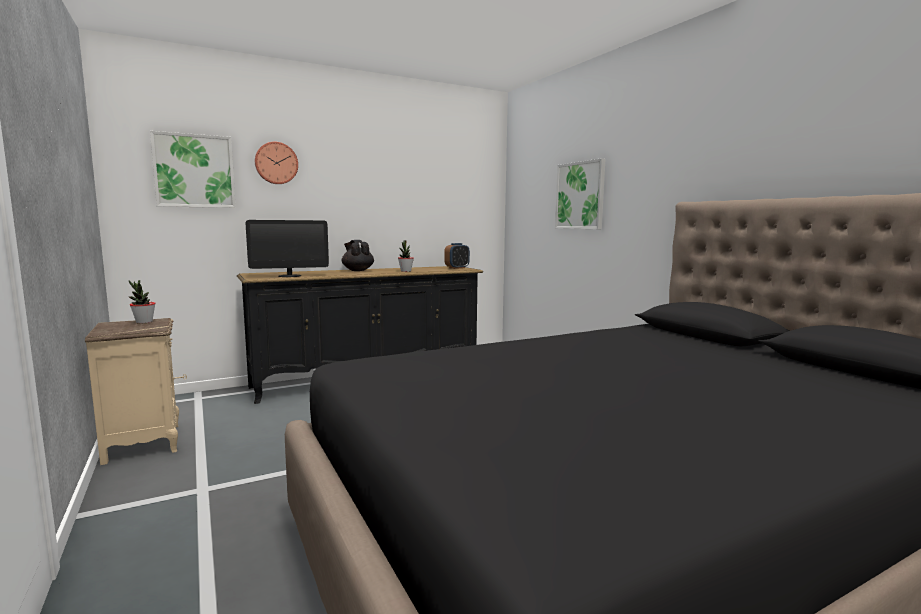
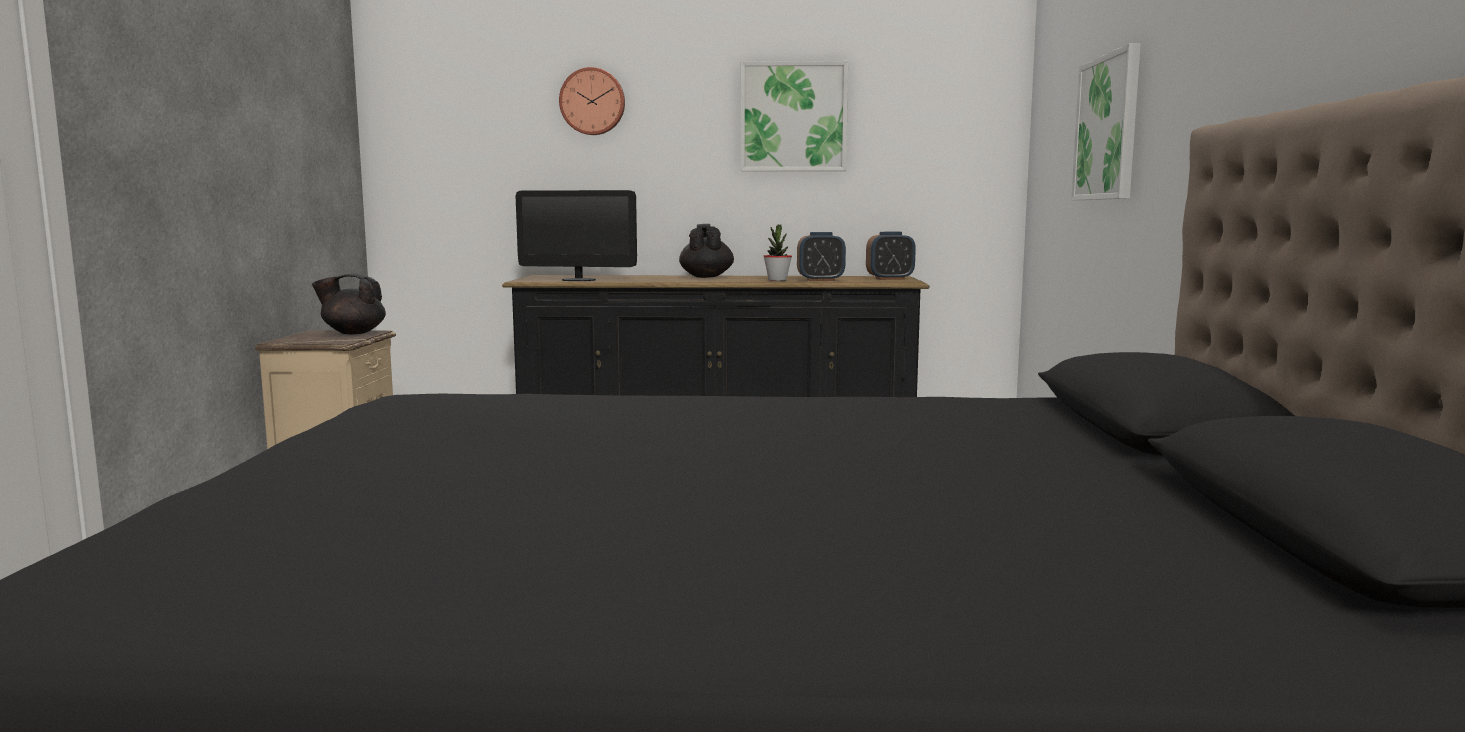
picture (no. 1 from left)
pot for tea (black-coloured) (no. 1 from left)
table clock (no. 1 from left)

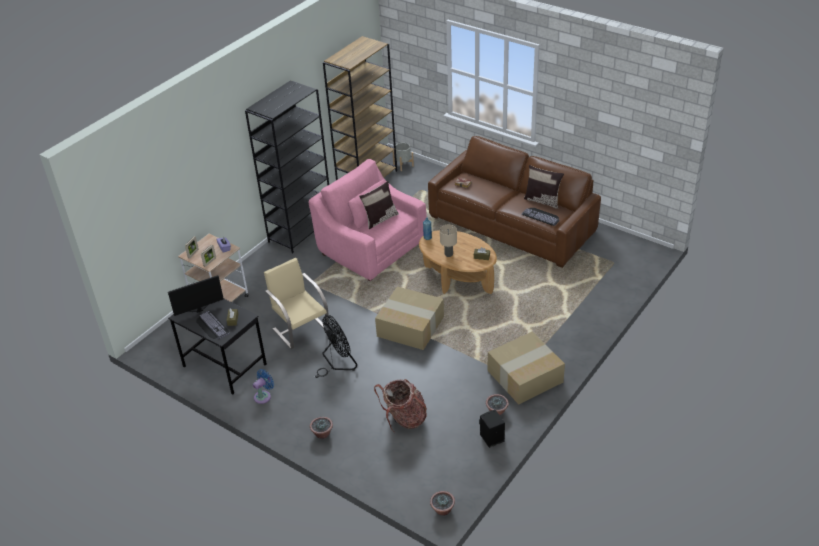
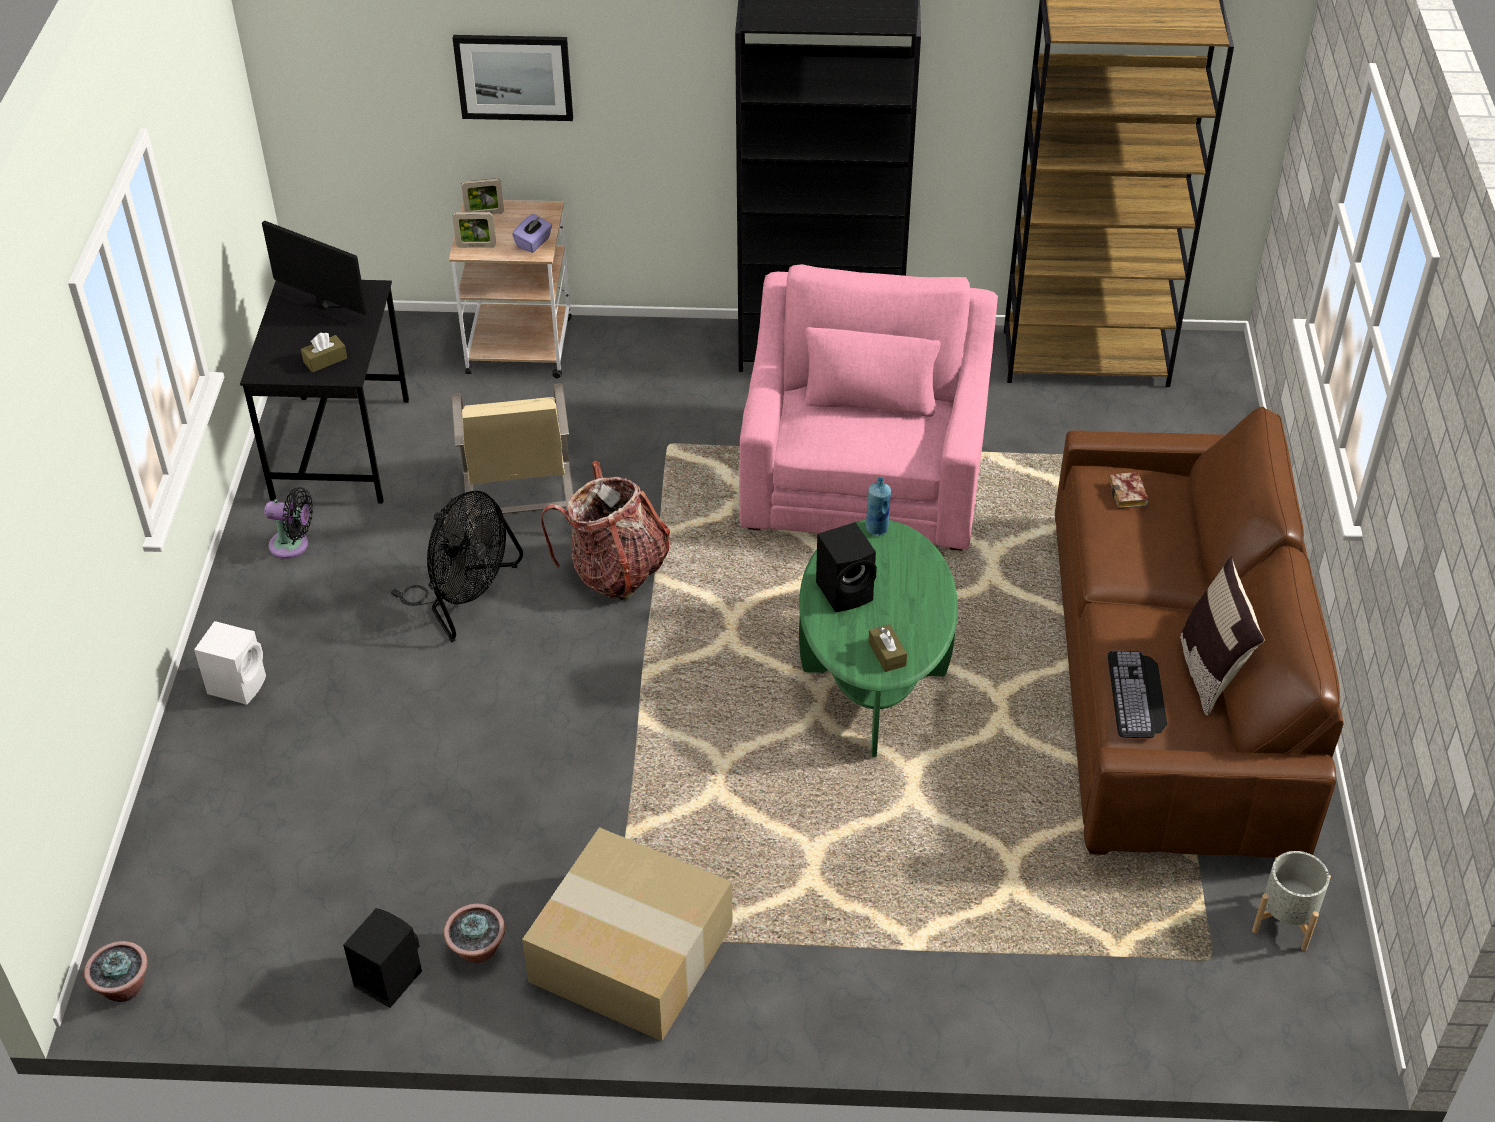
plant pot (gray)
pillow (no. 1 from left in the first image)
audio speaker (black-coloured) (no. 2 from left)
coffee table (greenish)
chair (beige-coloured)
carton (no. 1 from left in the first image)
computer keyboard (no. 1 from left in the first image)
cooling fan (black-coloured) (no. 1 from left)
rucksack
audio speaker (white-coloured)
picture

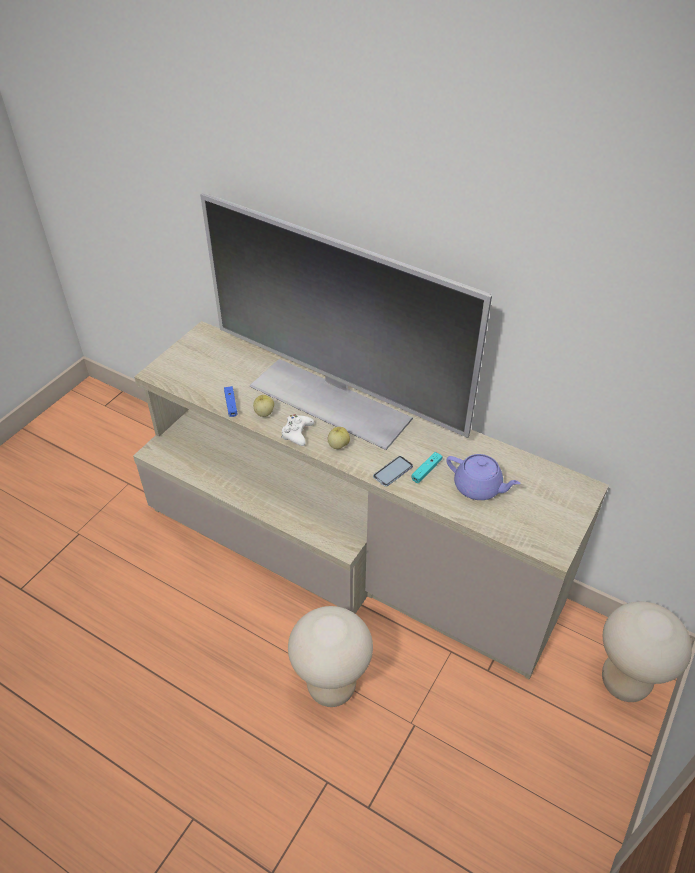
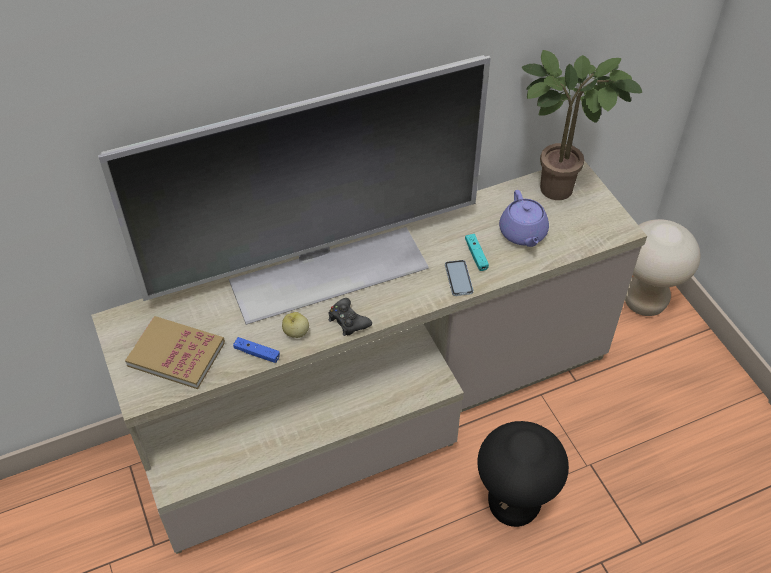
game controller (black-coloured)
apple fruit (no. 2 from left in the first image)
pot for tea (purple)
sitting stool (black-coloured)
houseplant
book

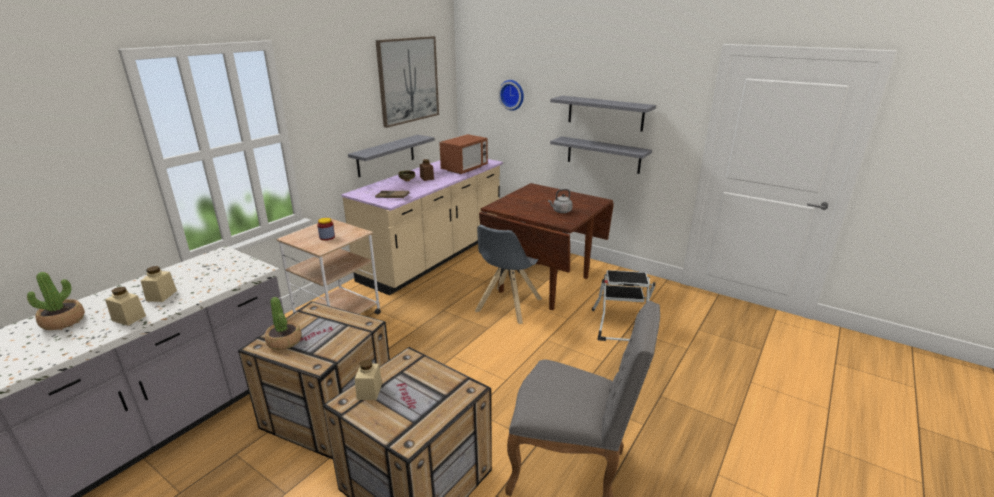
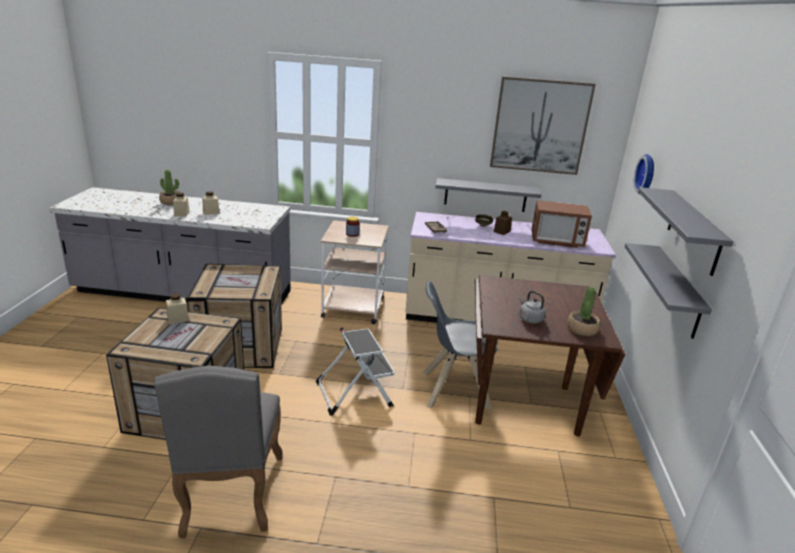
step ladder
houseplant (no. 2 from left)

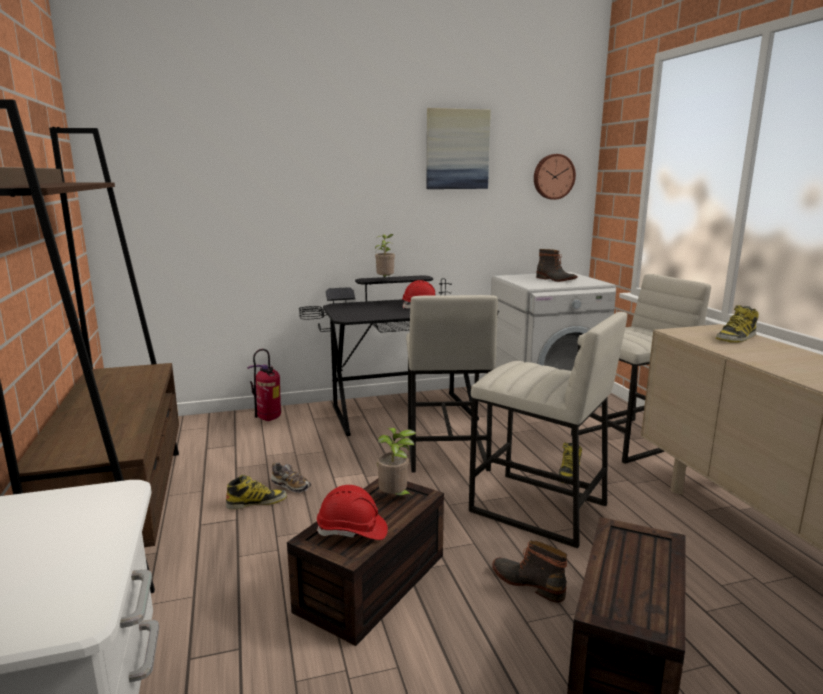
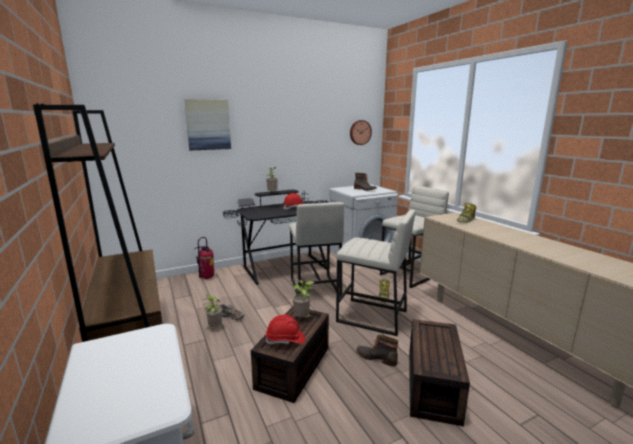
picture
houseplant (no. 1 from left)

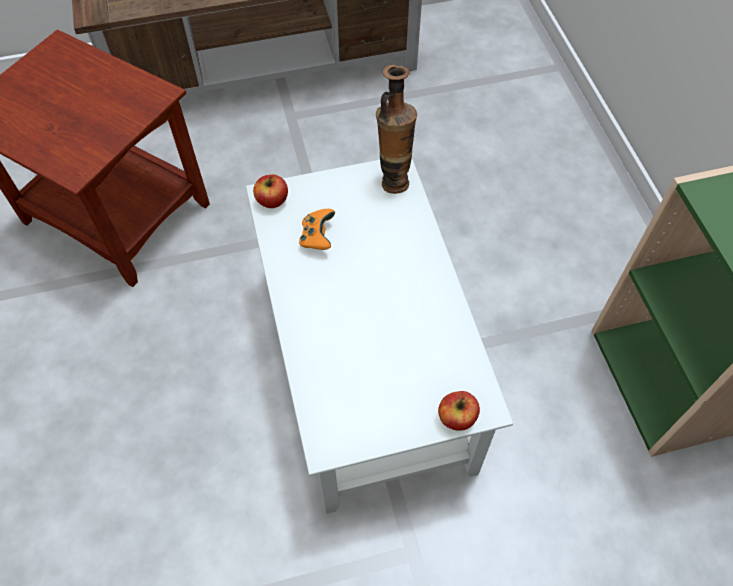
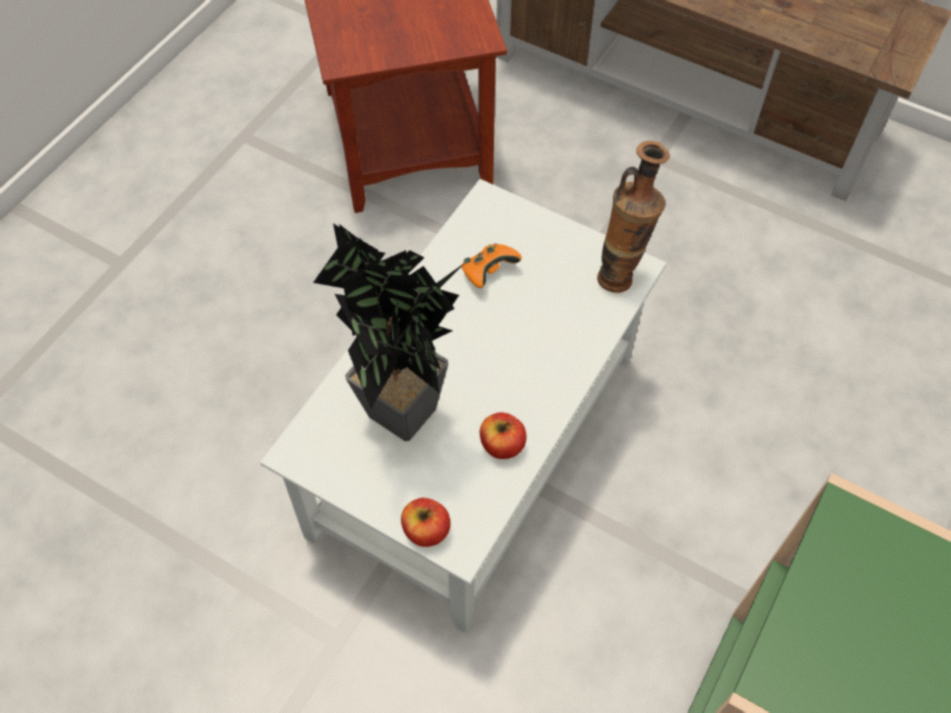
apple fruit (no. 2 from left)
houseplant

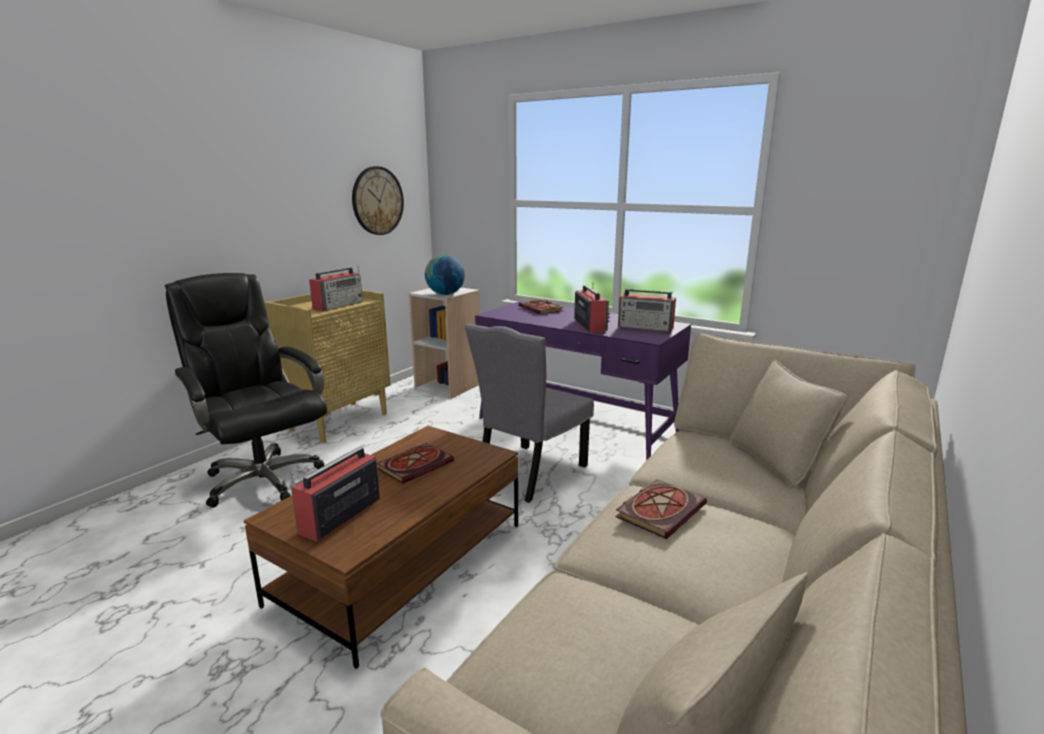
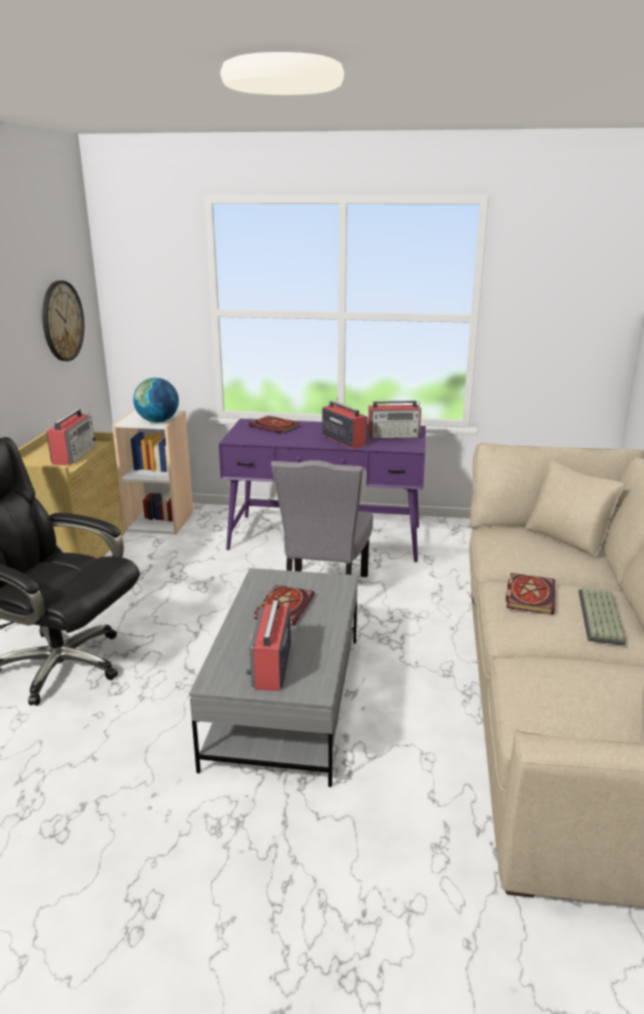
coffee table (gray)
computer keyboard

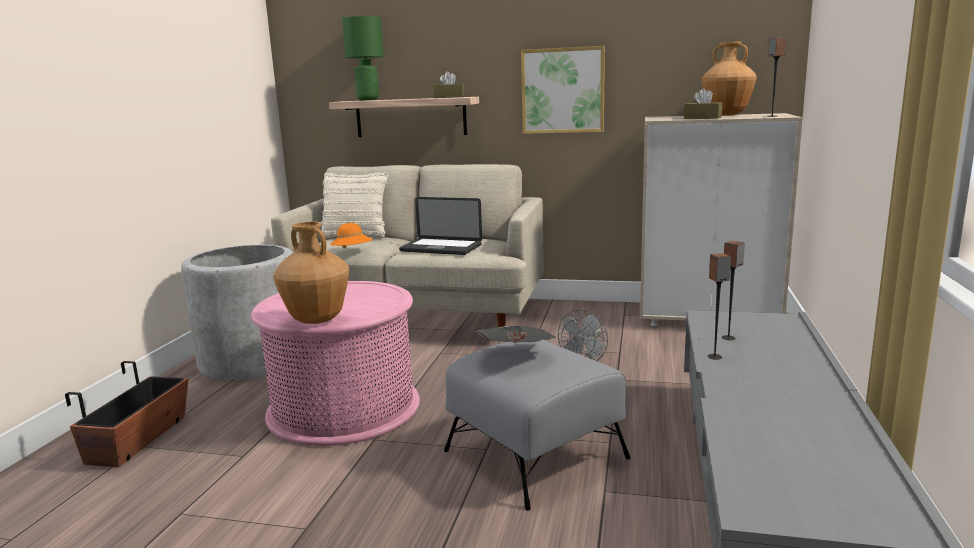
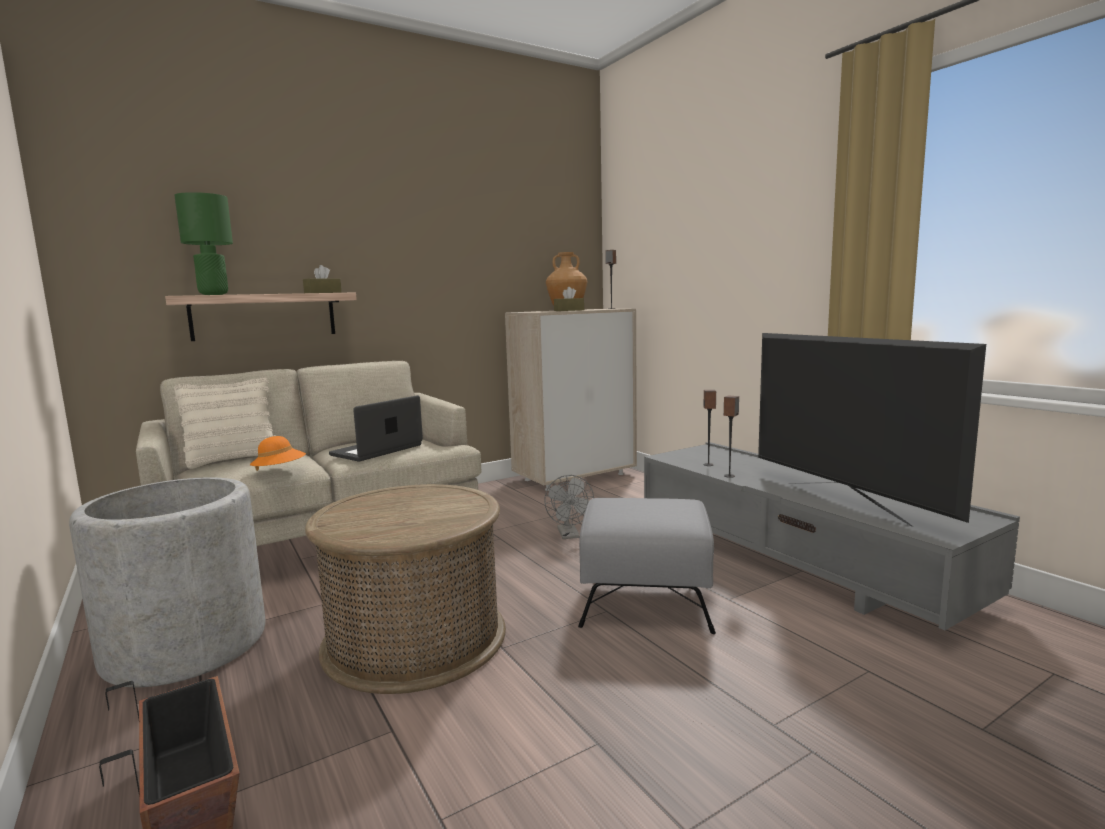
picture
laptop
decorative vase (brown) (no. 1 from left in the first image)
coffee table (brown)
printed paper
TV

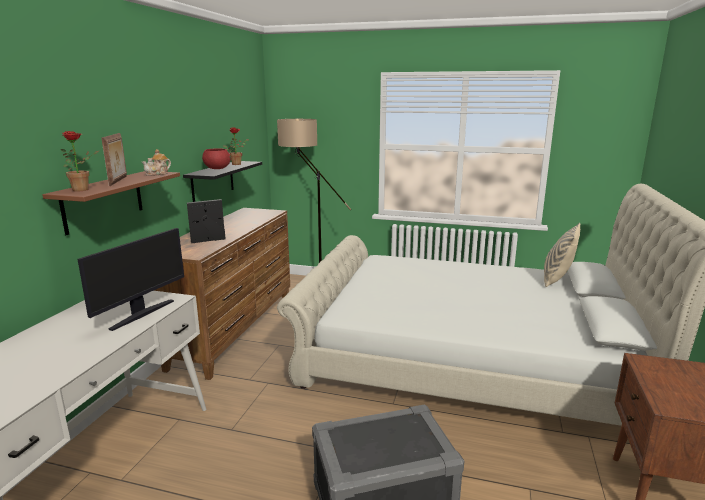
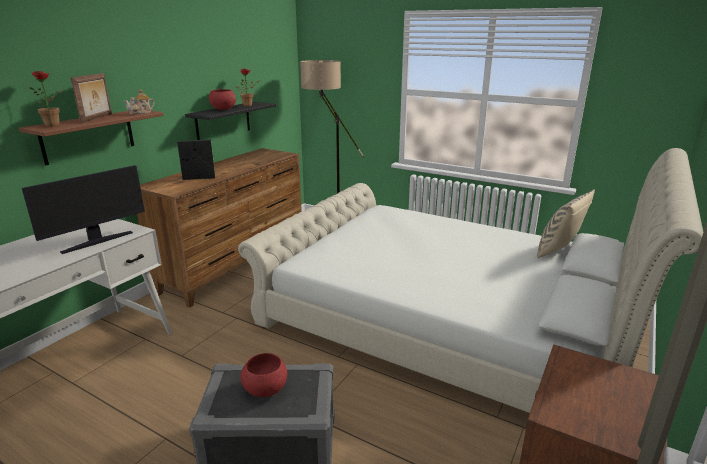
serving bowl (red) (no. 2 from left)

